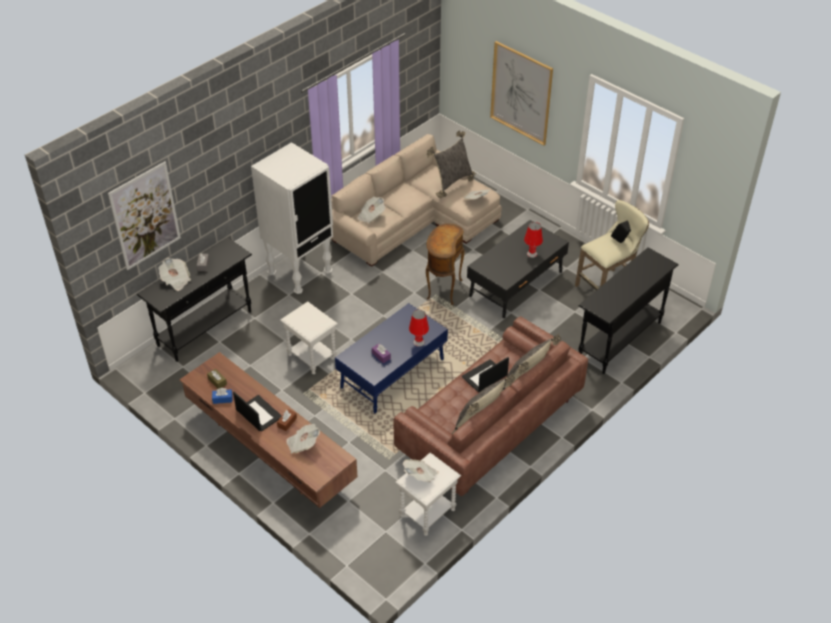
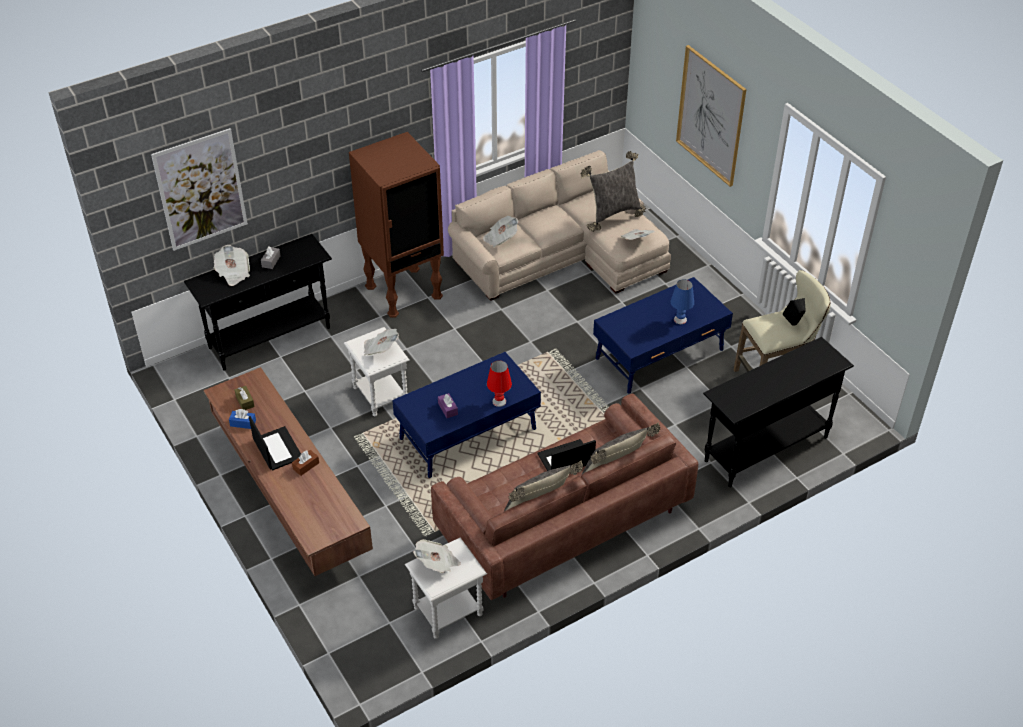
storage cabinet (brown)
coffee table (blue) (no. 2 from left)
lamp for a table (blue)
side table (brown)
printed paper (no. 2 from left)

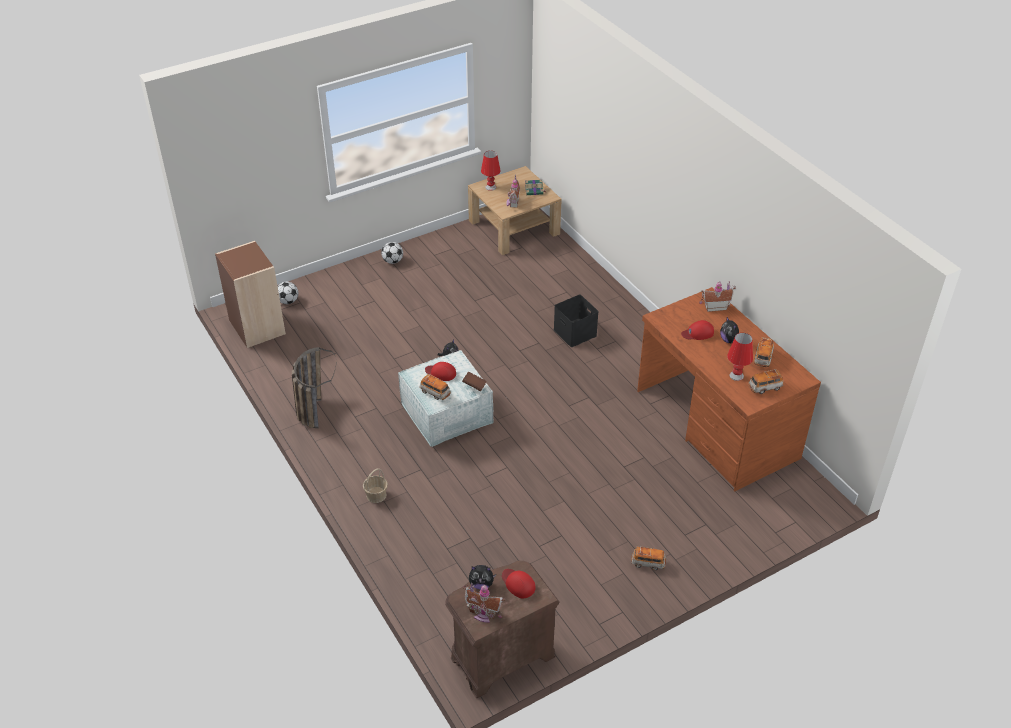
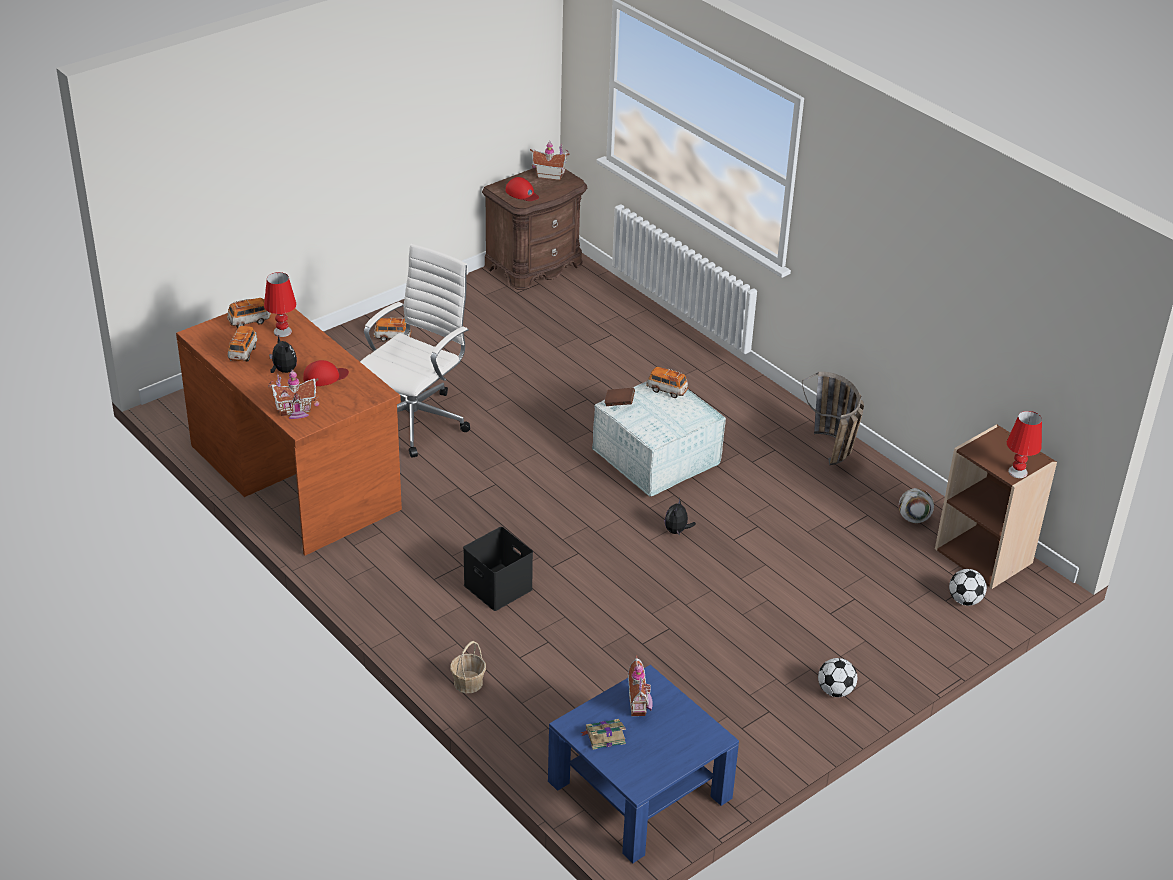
lamp for a table (red) (no. 2 from left)
coffee table (blue)
cap (red) (no. 1 from left in the first image)
storage basket (no. 1 from left)
cuddly toy (no. 2 from left in the first image)
desk chair (white-coloured)
football (no. 2 from left)

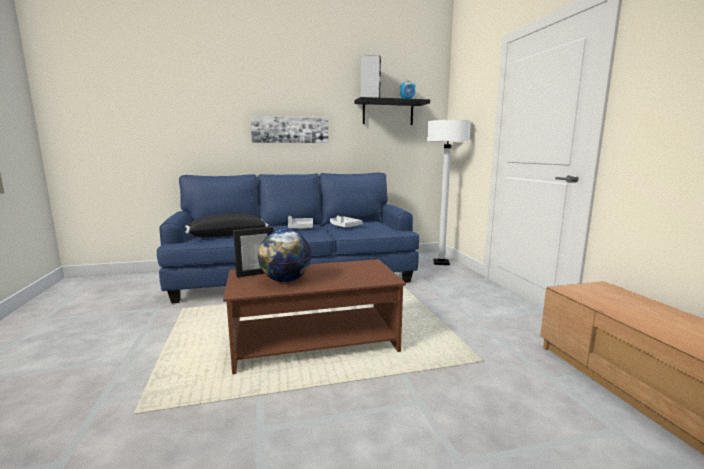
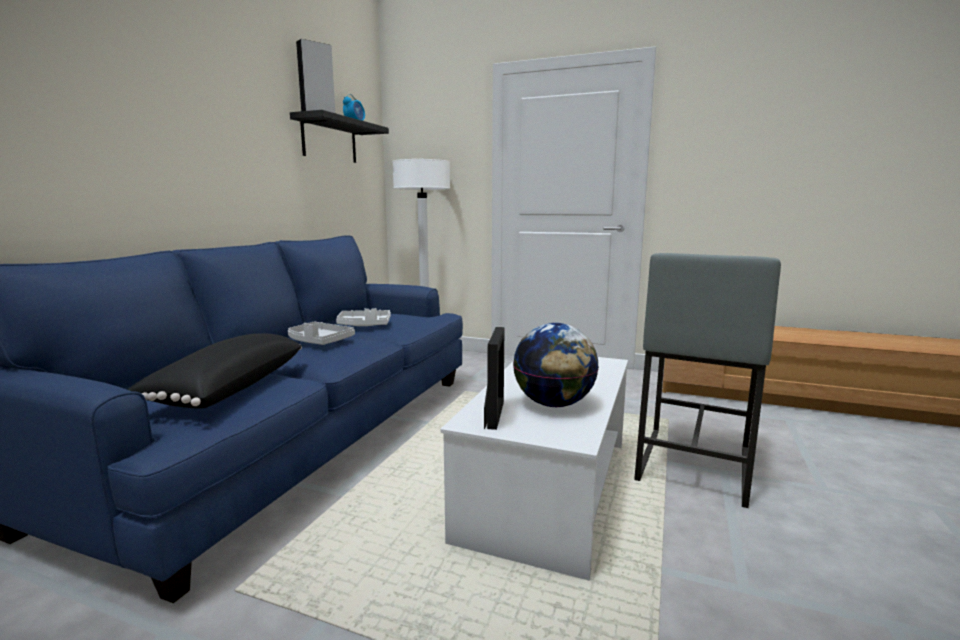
picture
coffee table (white-coloured)
sitting stool (gray)

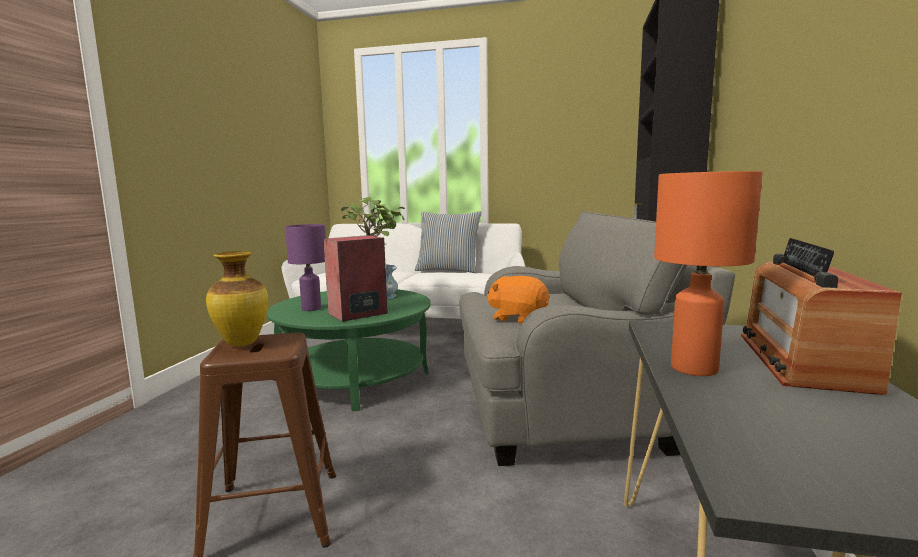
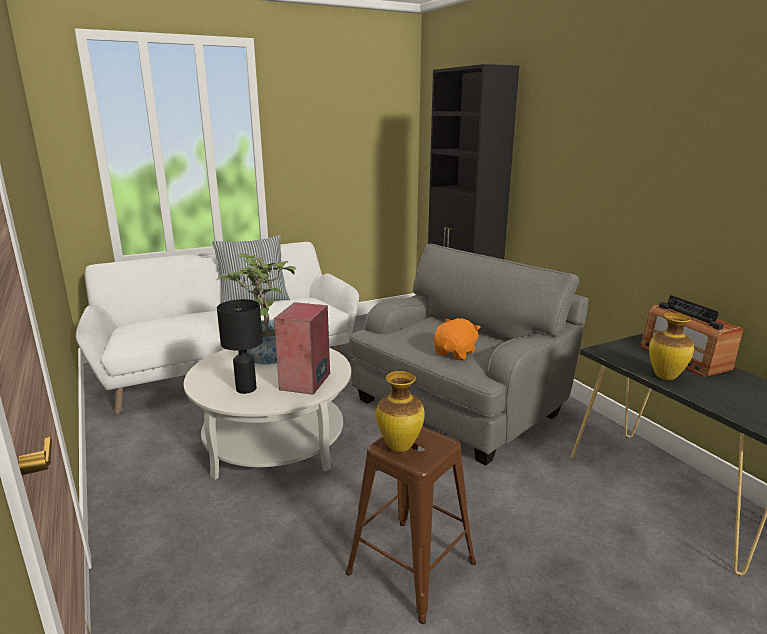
decorative vase (no. 2 from left)
lamp for a table (black-coloured)
cuddly toy (orangey)
coffee table (white-coloured)

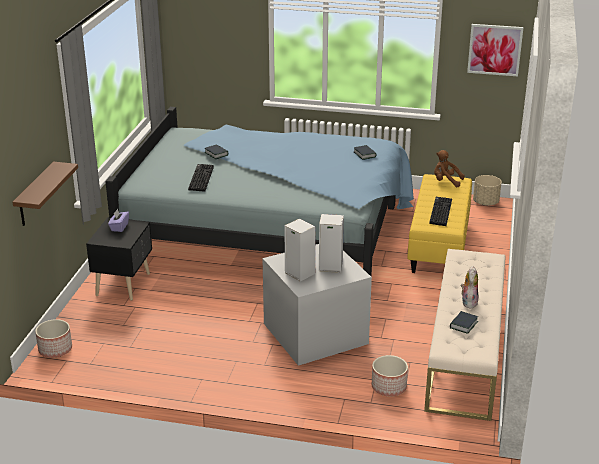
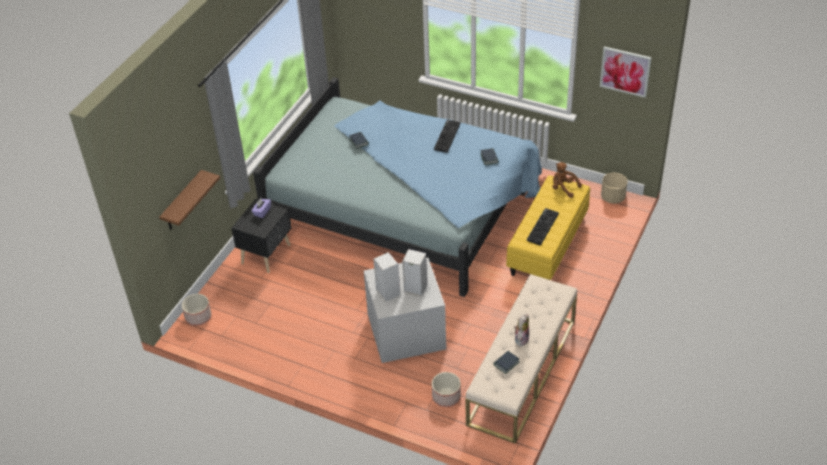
computer keyboard (no. 1 from left)

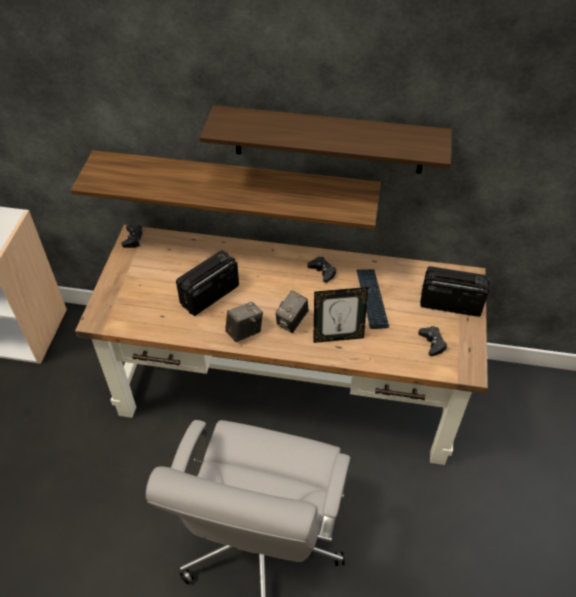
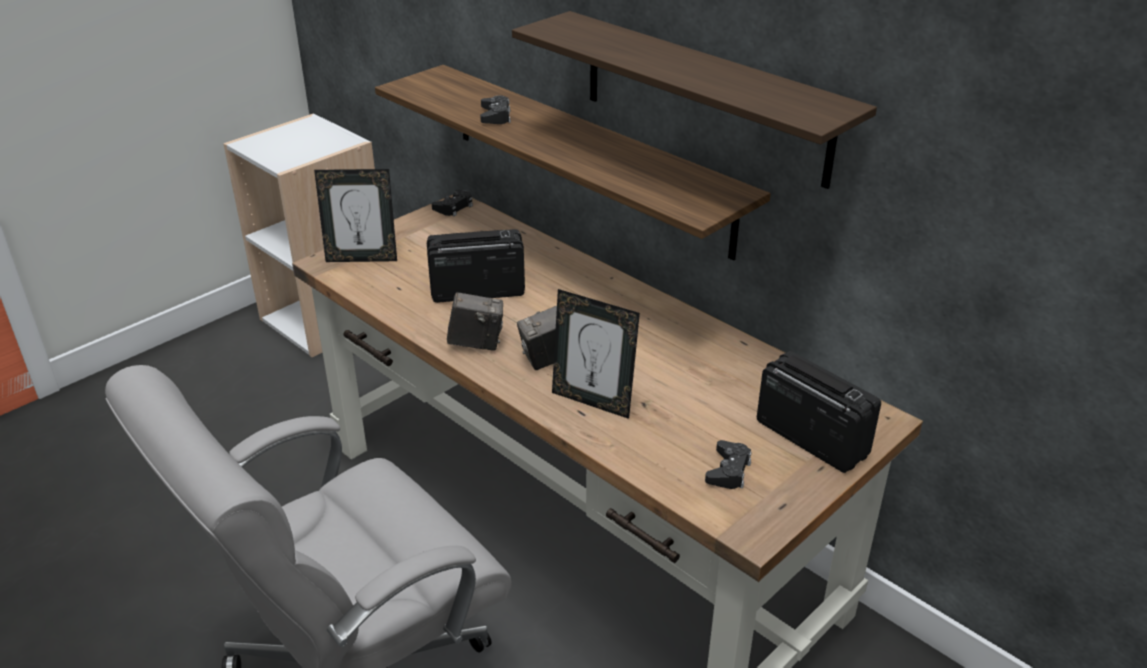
game controller (black-coloured) (no. 2 from left)
computer keyboard
standing frame (no. 1 from left)

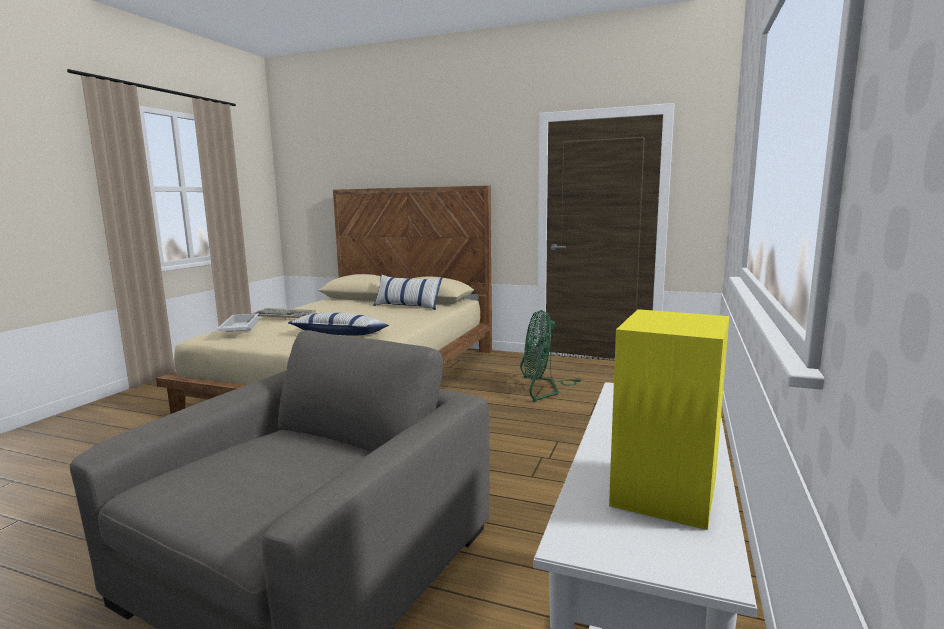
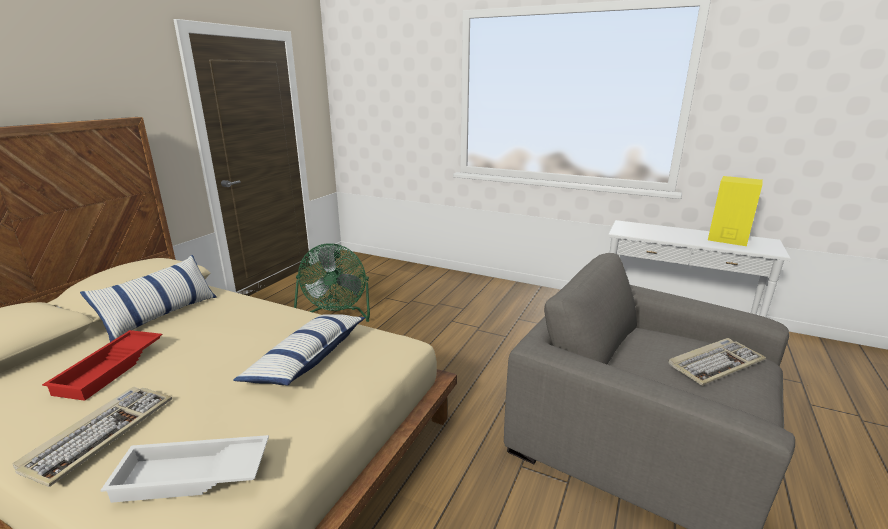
tray (red)
computer keyboard (no. 2 from left)

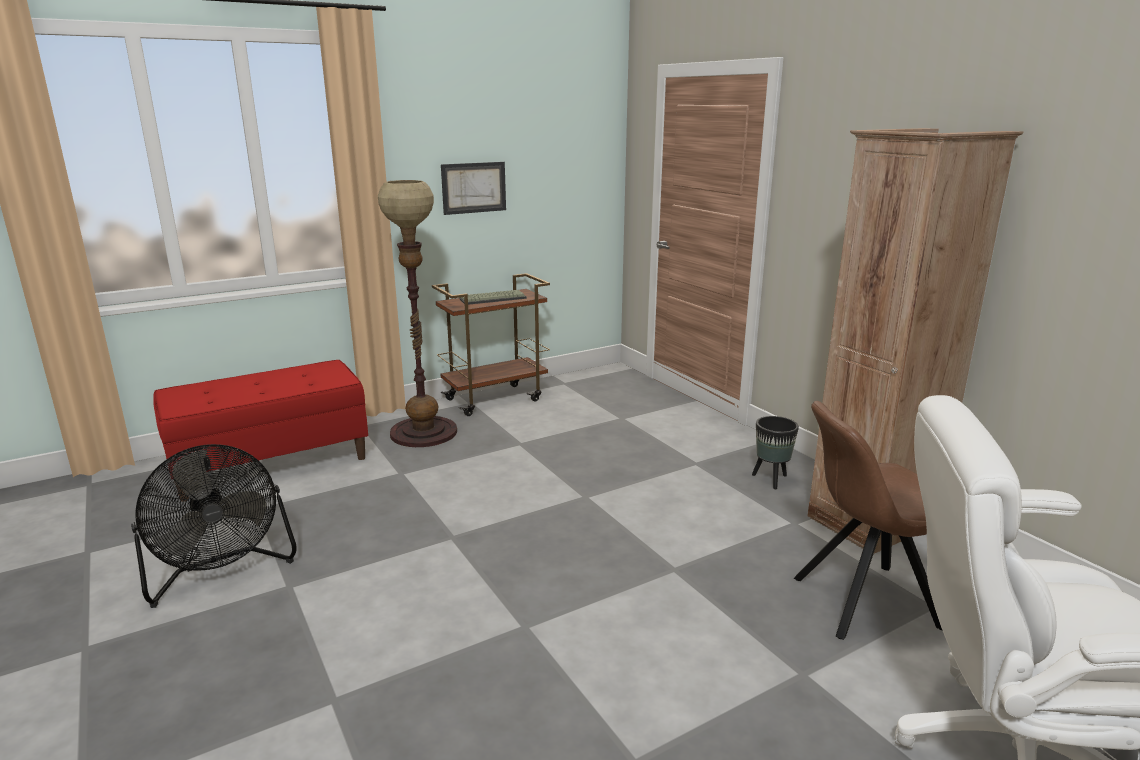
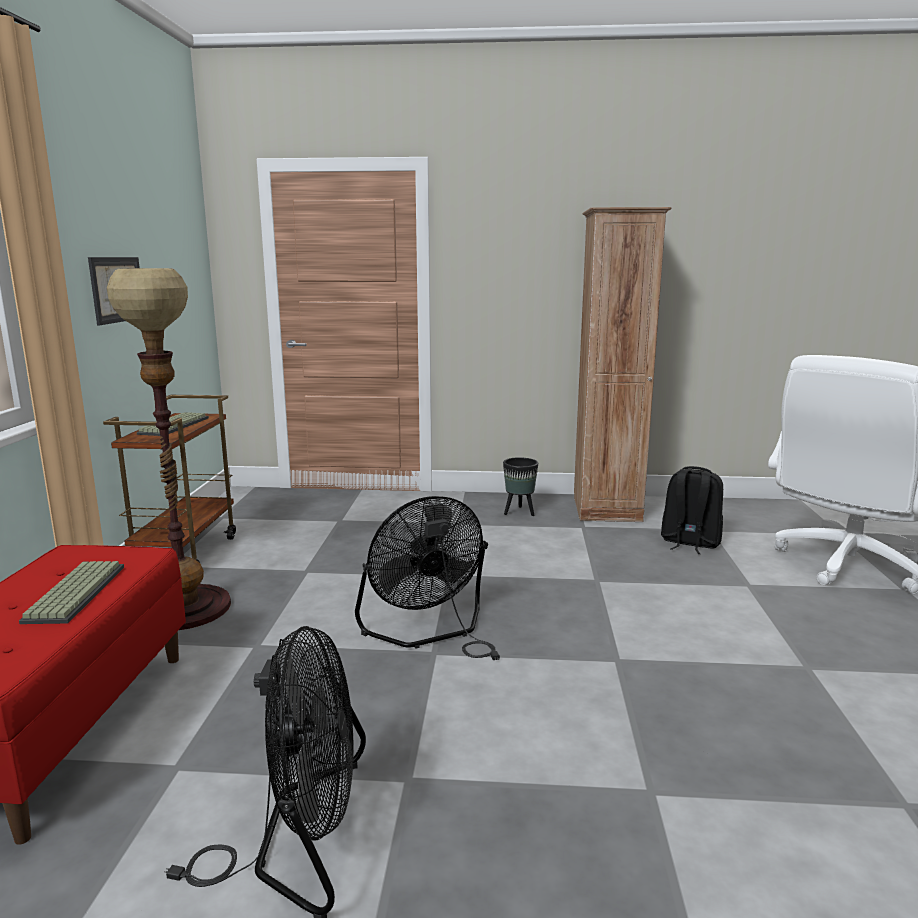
rucksack (black-coloured)
cooling fan (black-coloured) (no. 2 from left)
computer keyboard (no. 1 from left)

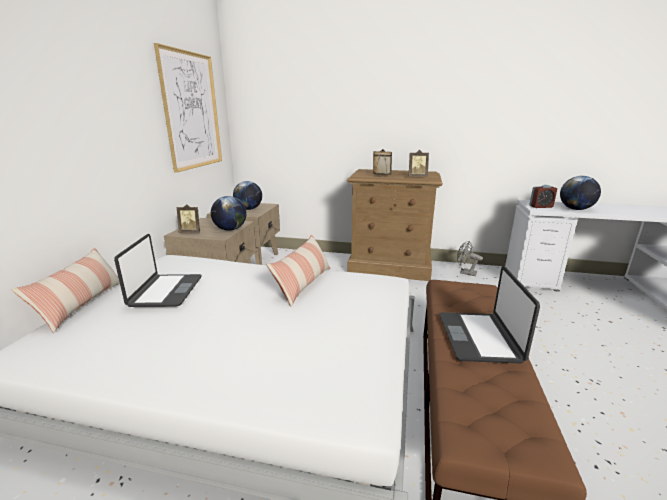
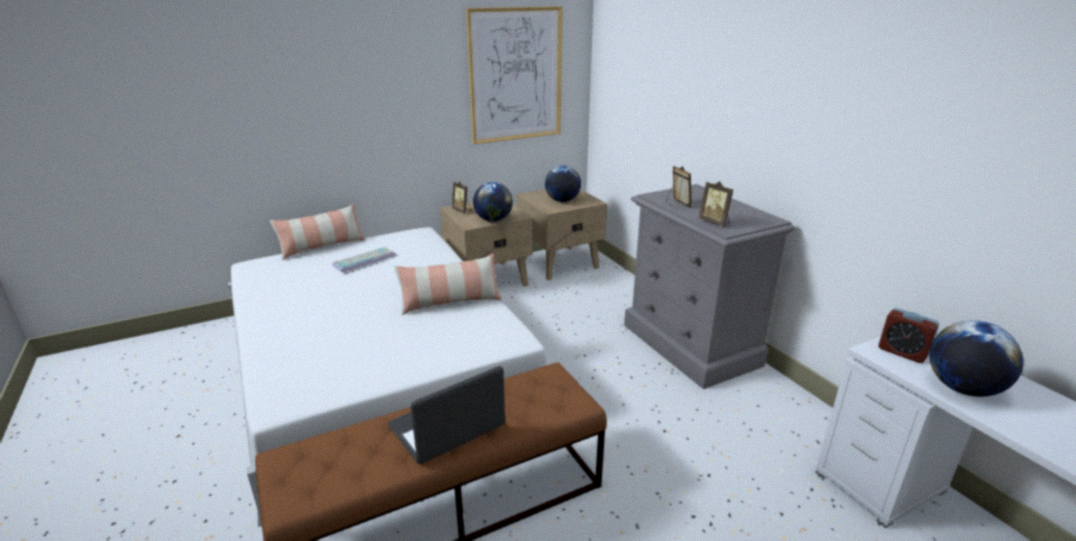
chest of drawers (gray)
computer keyboard
cooling fan (gray)

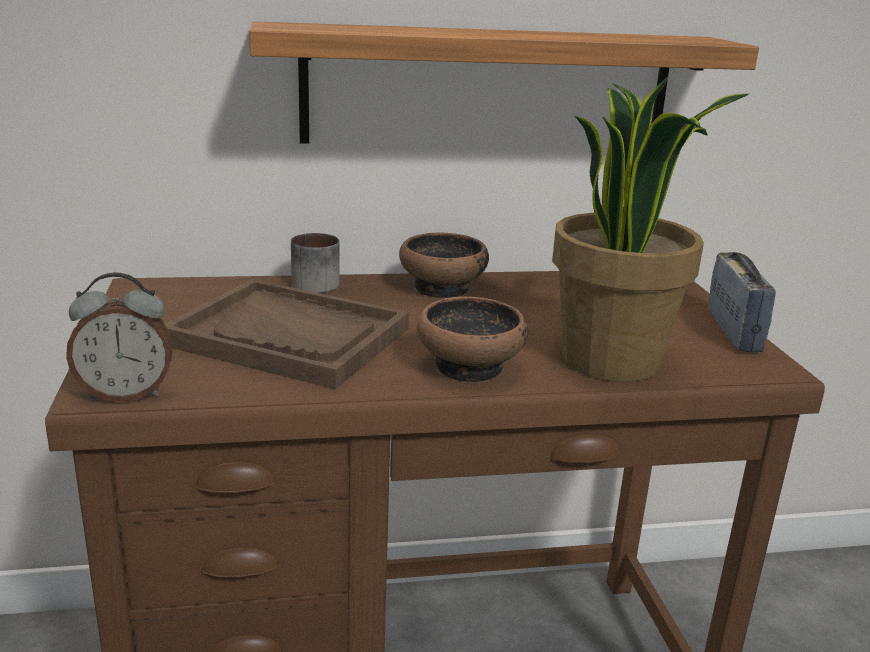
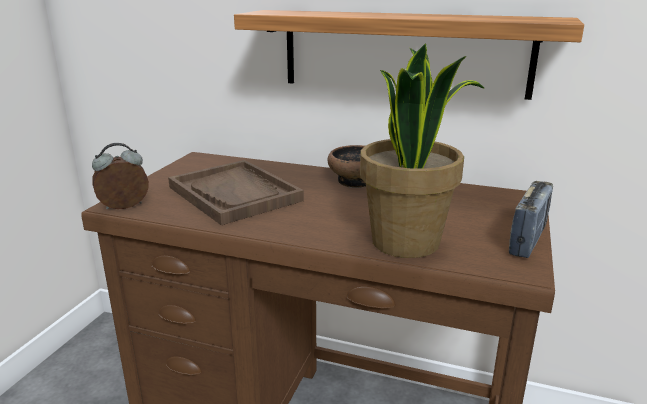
tea mug
table clock
serving bowl (no. 2 from left in the first image)

